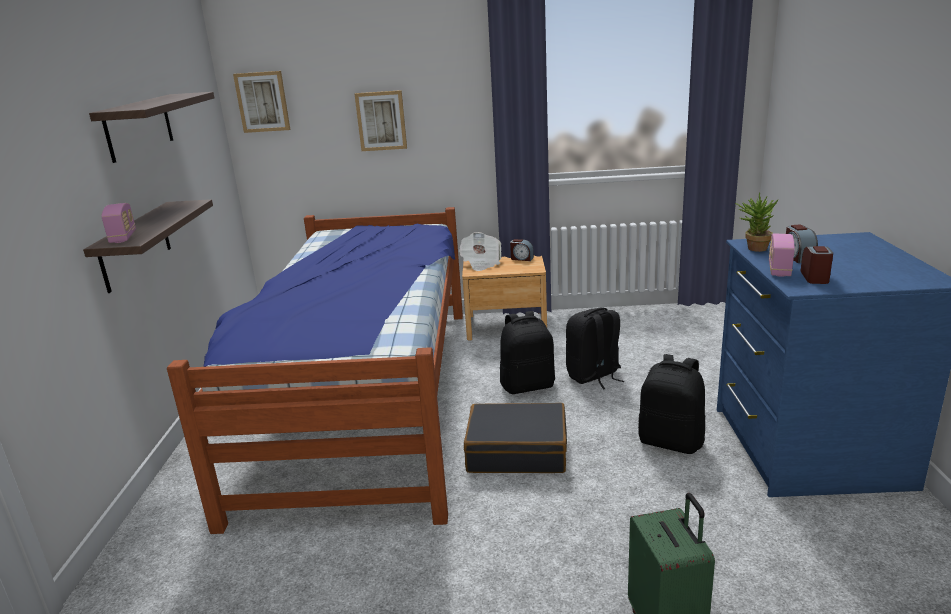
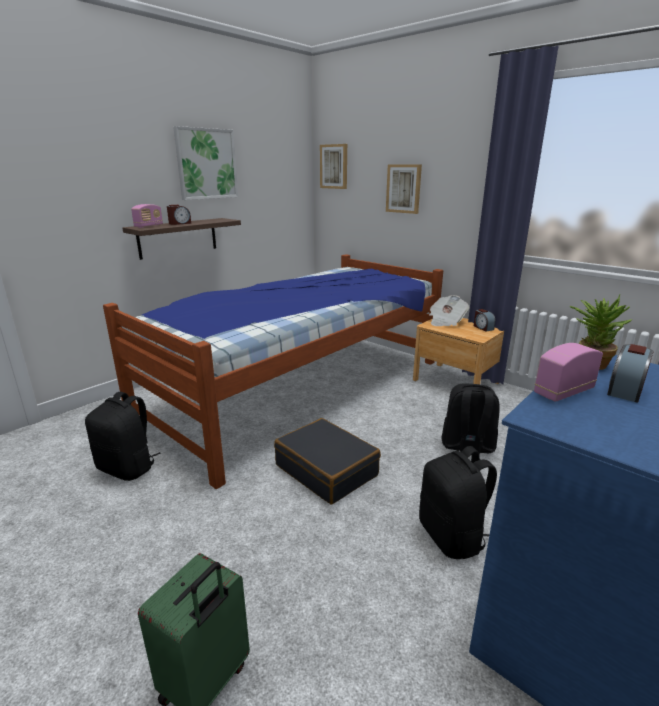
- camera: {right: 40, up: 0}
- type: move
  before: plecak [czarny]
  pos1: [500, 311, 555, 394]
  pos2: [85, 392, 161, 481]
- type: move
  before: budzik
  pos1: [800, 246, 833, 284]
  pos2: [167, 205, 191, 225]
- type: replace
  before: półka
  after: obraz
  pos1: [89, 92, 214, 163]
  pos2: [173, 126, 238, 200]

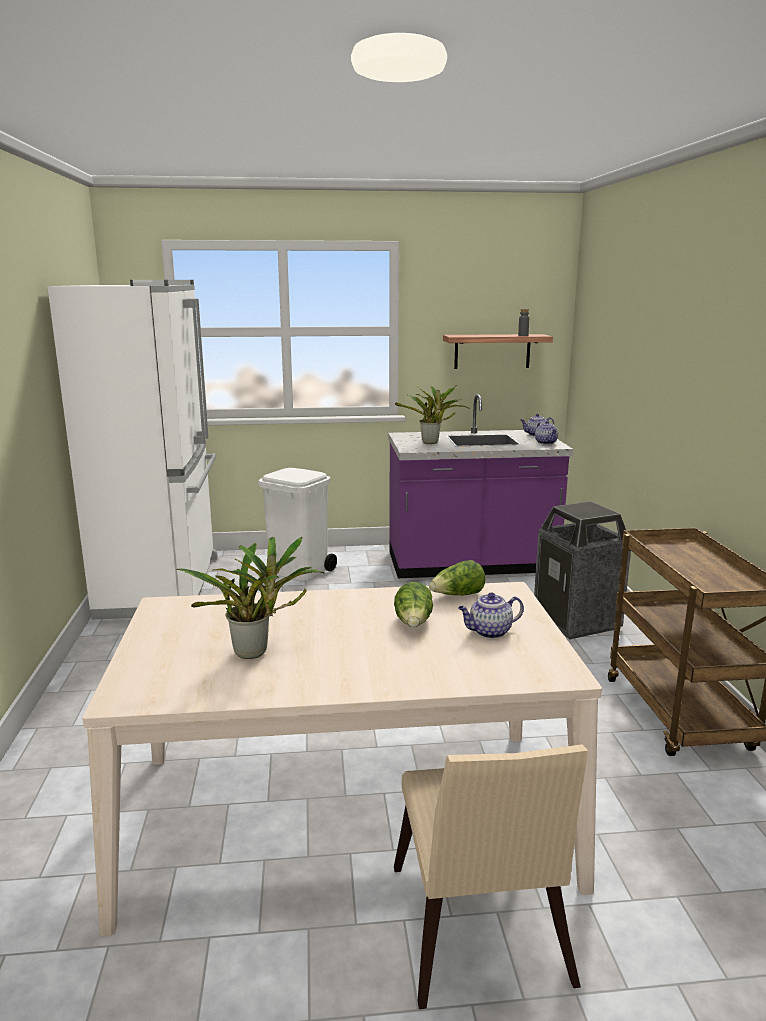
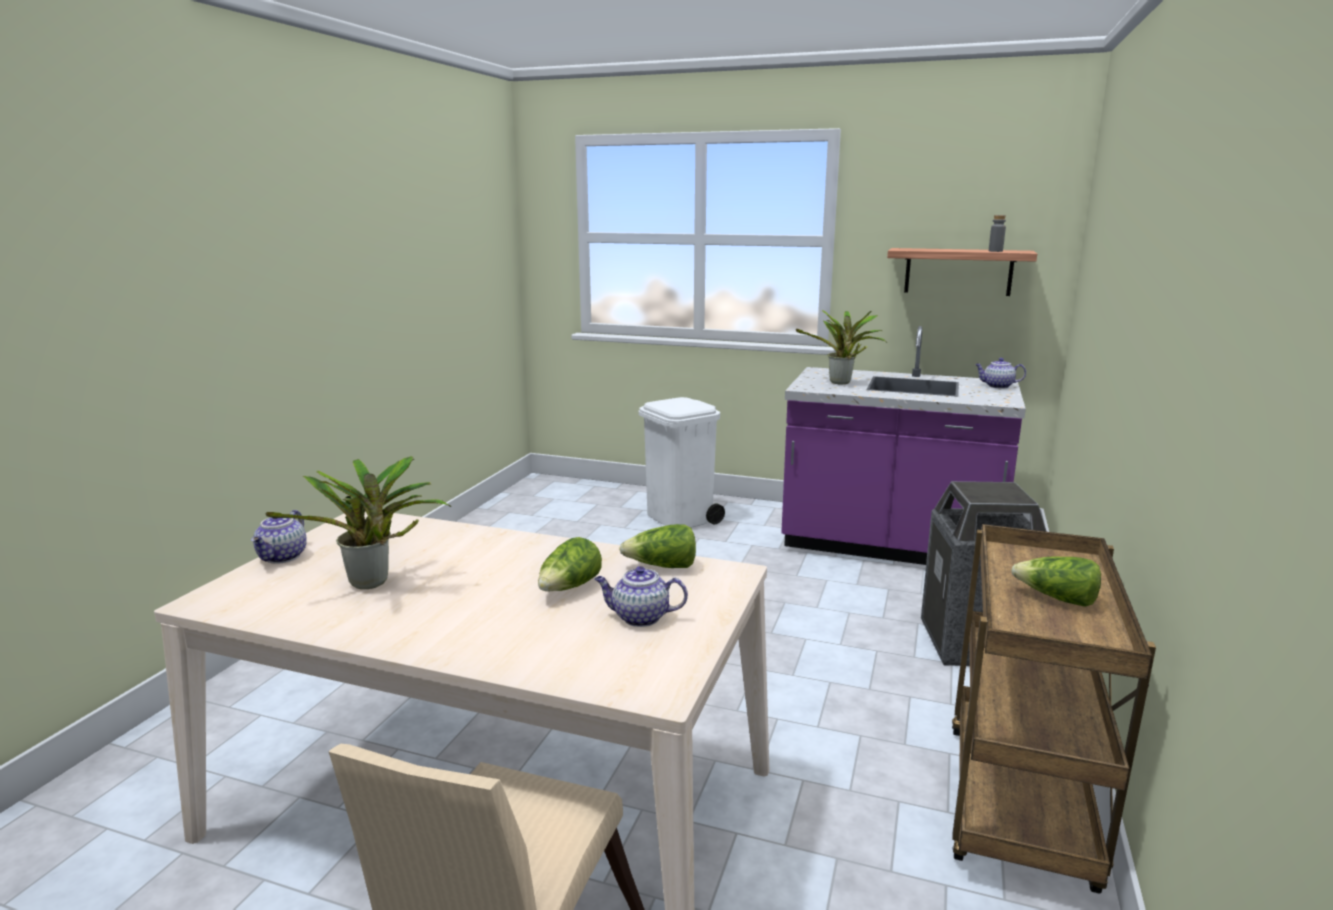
- camera: {right: 25, up: 0}
- type: move
  before: imbryk
  pos1: [535, 421, 558, 445]
  pos2: [251, 510, 307, 564]
- type: insert
  after: sałata
  pos2: [1011, 557, 1101, 607]
- type: delete
  before: lodówka [biały]
  pos1: [47, 280, 218, 620]

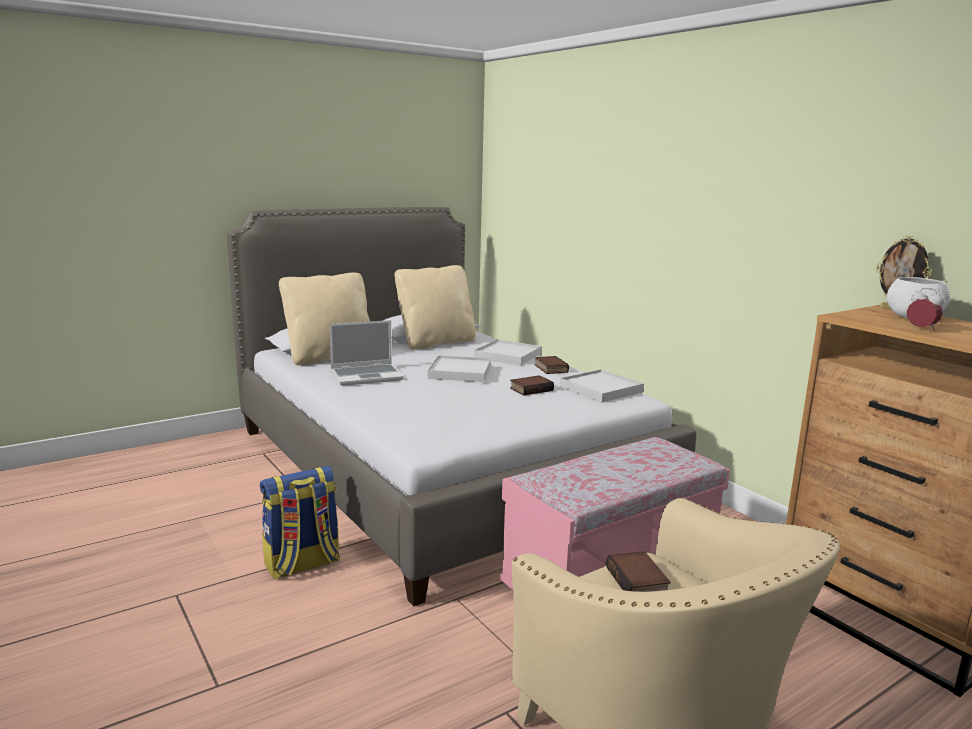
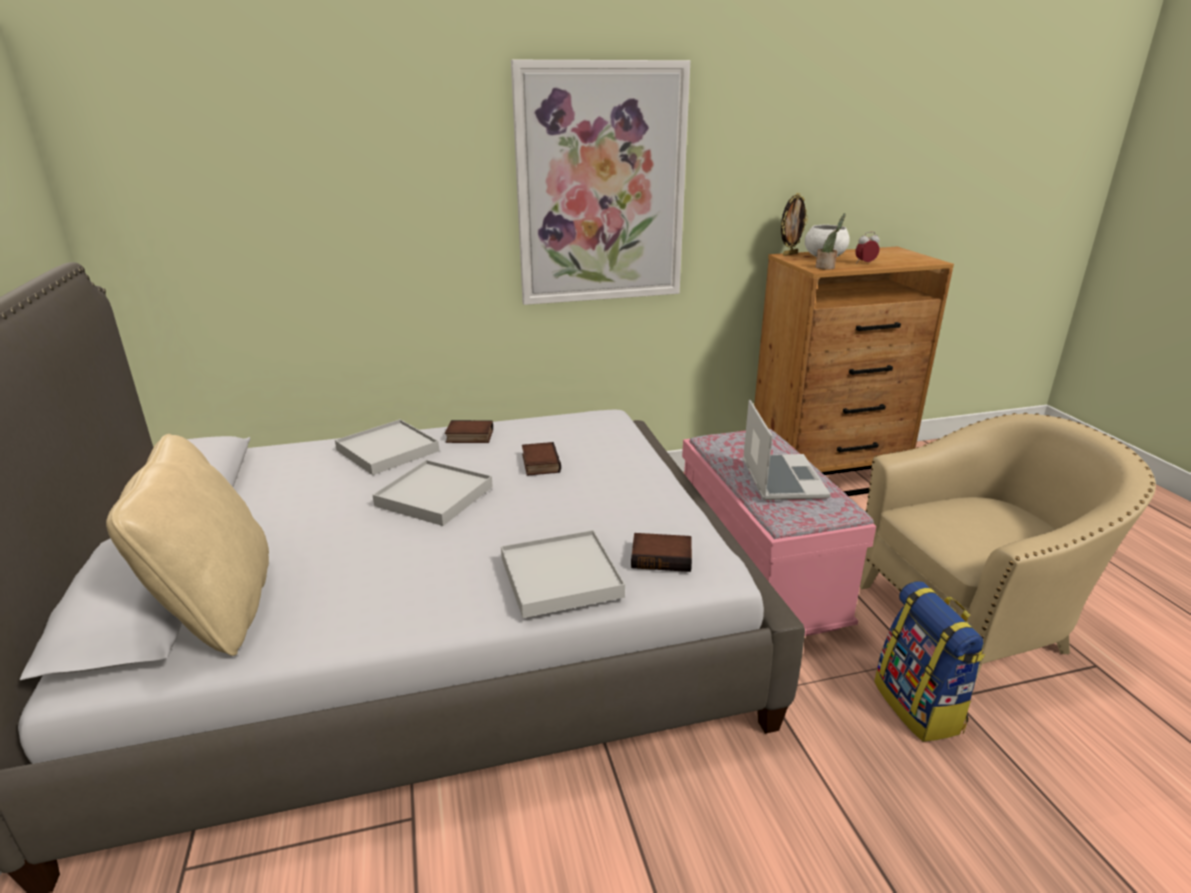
- camera: {right: -70, up: 10}
- type: move
  before: taca [biały]
  pos1: [560, 369, 644, 403]
  pos2: [501, 530, 625, 618]
- type: insert
  after: obraz
  pos2: [511, 60, 690, 305]
- type: move
  before: książka
  pos1: [606, 551, 671, 592]
  pos2: [631, 533, 692, 572]
- type: move
  before: laptop
  pos1: [329, 320, 404, 386]
  pos2: [743, 400, 831, 500]
- type: insert
  after: roślina doniczkowa
  pos2: [815, 213, 846, 270]
- type: move
  before: plecak
  pos1: [260, 466, 340, 580]
  pos2: [874, 581, 985, 742]
- type: delete
  before: poduszka [beżowy]
  pos1: [395, 265, 476, 350]

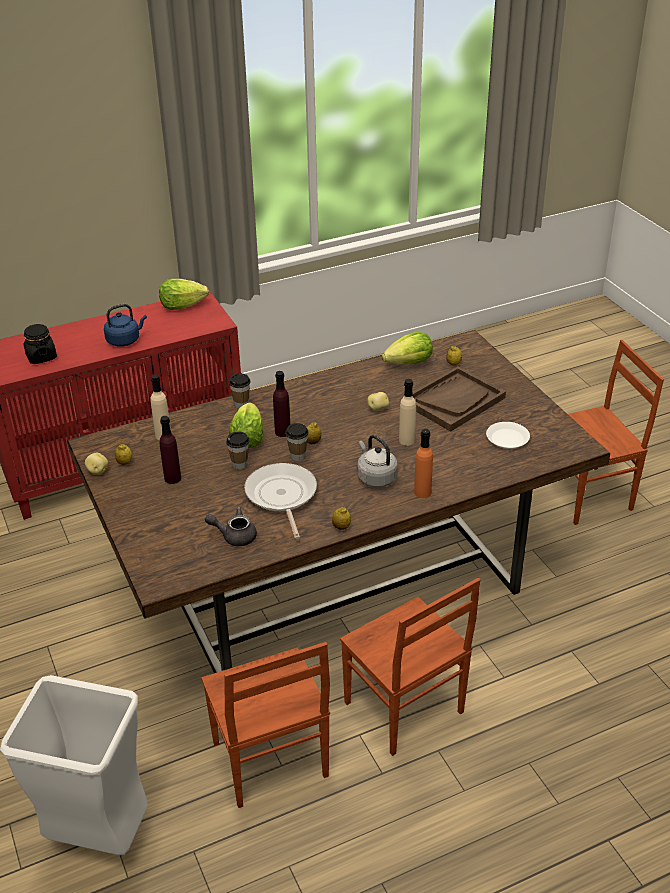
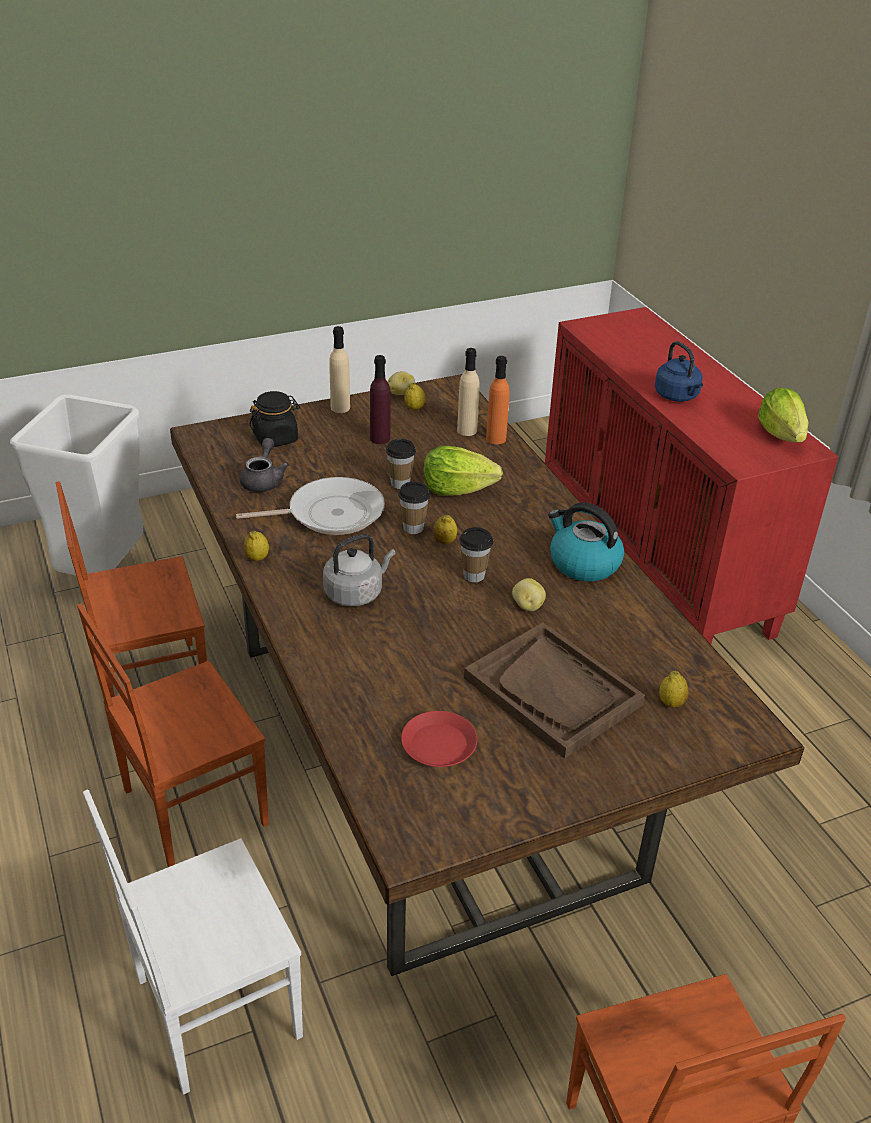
- camera: {right: 90, up: 0}
- type: insert
  after: krzesło [biały]
  pos2: [83, 789, 303, 1095]
- type: move
  before: słoik [czarny]
  pos1: [24, 324, 57, 364]
  pos2: [249, 391, 300, 447]
- type: move
  before: butelka [beżowy]
  pos1: [399, 379, 416, 446]
  pos2: [329, 326, 350, 413]
- type: recolor
  before: talerz [biały]
  after: talerz [czerwony]
  pos1: [486, 422, 530, 449]
  pos2: [401, 711, 477, 767]
- type: move
  before: filiżanka
  pos1: [229, 373, 251, 409]
  pos2: [459, 527, 493, 582]
- type: move
  before: butelka [pomarańczowy]
  pos1: [414, 429, 433, 498]
  pos2: [486, 356, 510, 444]
- type: insert
  after: czajnik
  pos2: [548, 502, 624, 582]
- type: delete
  before: butelka [fioletowy]
  pos1: [273, 371, 290, 437]
- type: delete
  before: sałata
  pos1: [382, 332, 433, 364]

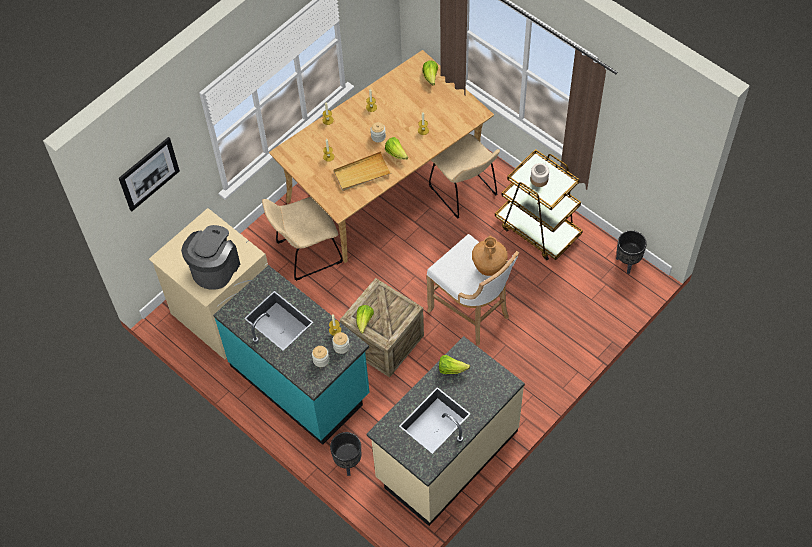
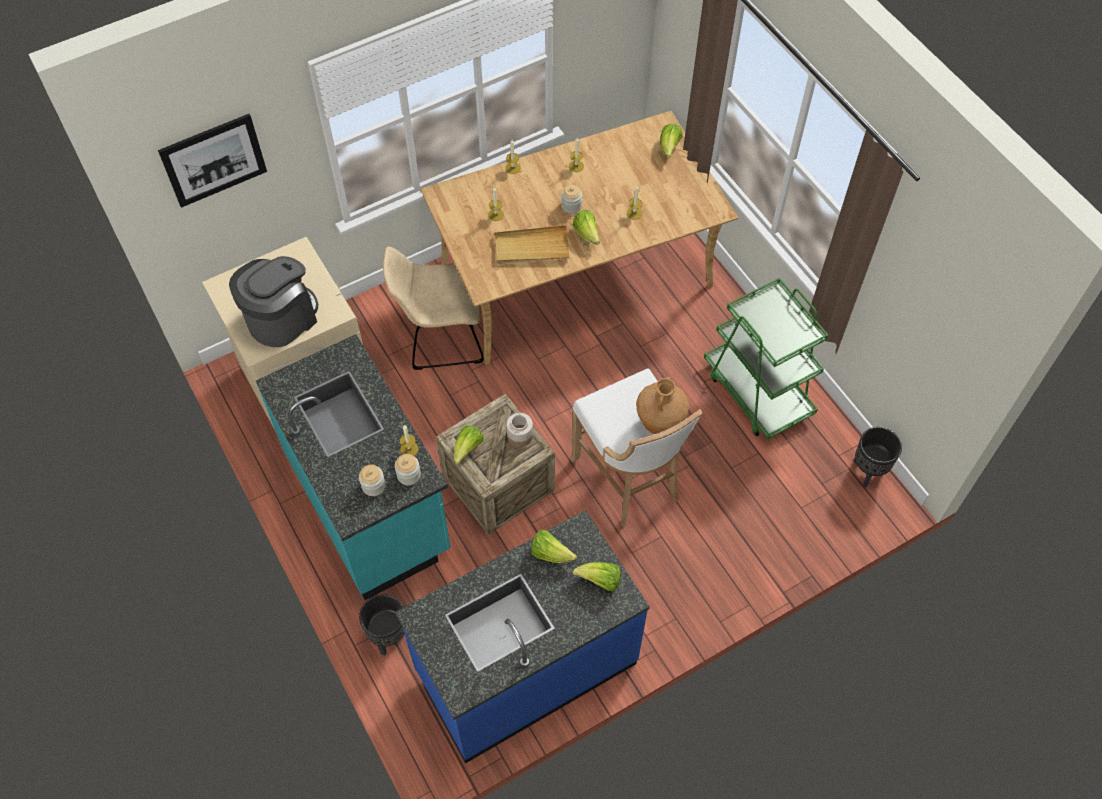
- camera: {right: 15, up: 0}
- type: recolor
  before: zabudowa kuchenna [beżowy]
  after: zabudowa kuchenna [niebieski]
  pos1: [367, 336, 525, 526]
  pos2: [395, 510, 650, 764]
- type: move
  before: słoik
  pos1: [531, 163, 549, 187]
  pos2: [506, 413, 533, 447]
- type: insert
  after: sałata
  pos2: [573, 562, 621, 591]
- type: recolor
  before: wózek [brązowy]
  after: wózek [zielony]
  pos1: [495, 149, 583, 260]
  pos2: [704, 277, 828, 439]
- type: delete
  before: krzesło [beżowy]
  pos1: [429, 134, 500, 219]

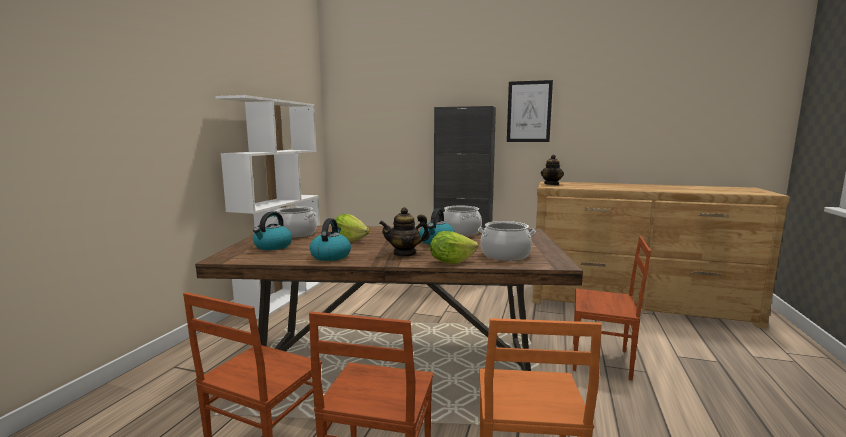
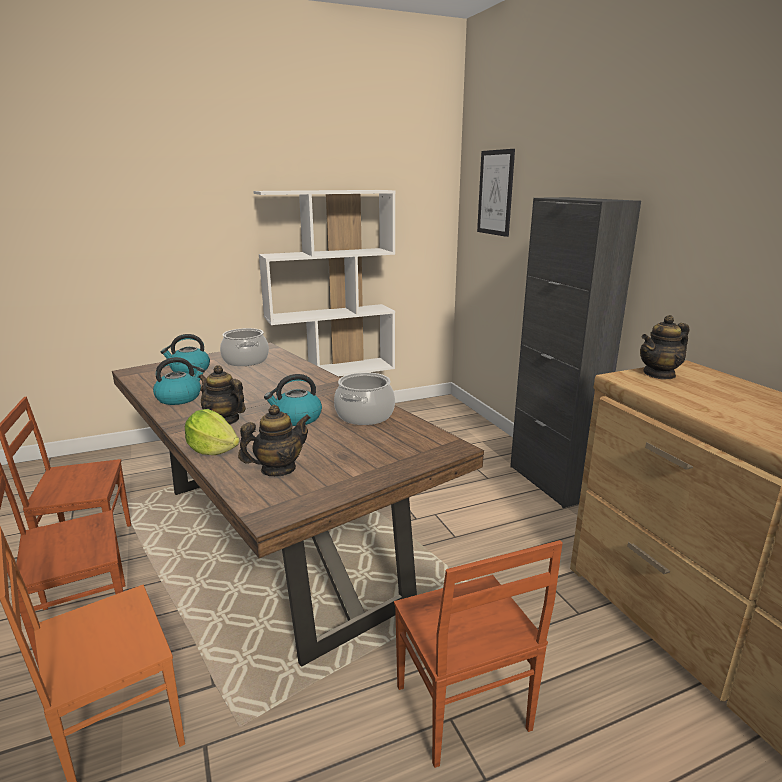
- camera: {right: 50, up: 10}
- type: replace
  before: garnek
  after: imbryk
  pos1: [478, 221, 536, 261]
  pos2: [238, 404, 311, 476]
- type: move
  before: obraz
  pos1: [507, 80, 553, 142]
  pos2: [477, 149, 515, 237]
- type: delete
  before: sałata
  pos1: [335, 214, 370, 242]

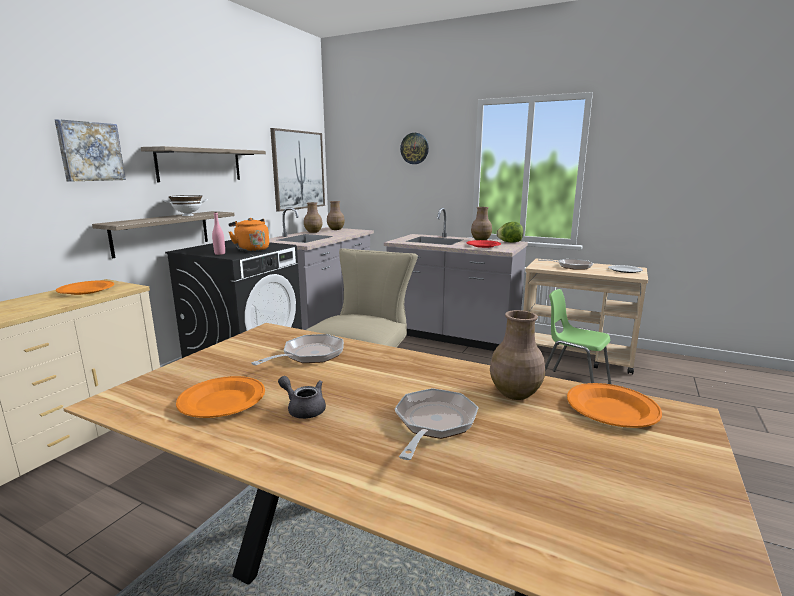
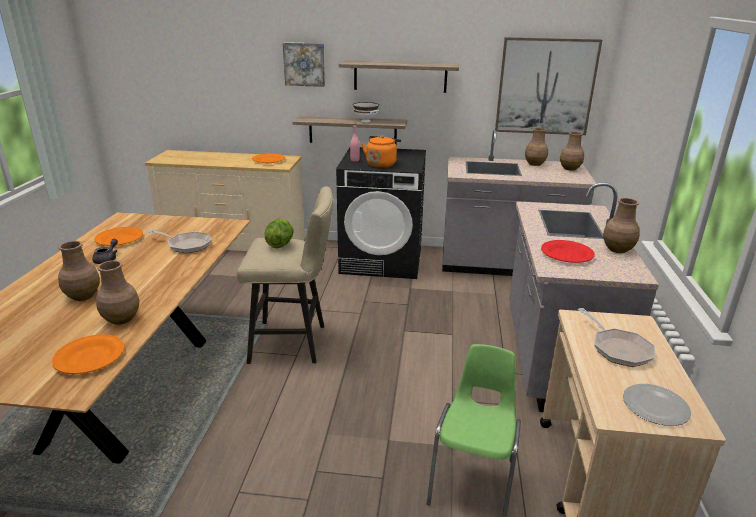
- camera: {right: 70, up: 10}
- type: replace
  before: patelnia
  after: wazon [brązowy]
  pos1: [395, 388, 479, 460]
  pos2: [58, 241, 100, 301]
- type: move
  before: sałata
  pos1: [496, 222, 523, 243]
  pos2: [265, 218, 294, 248]
- type: delete
  before: zegar ścienny
  pos1: [400, 133, 429, 164]

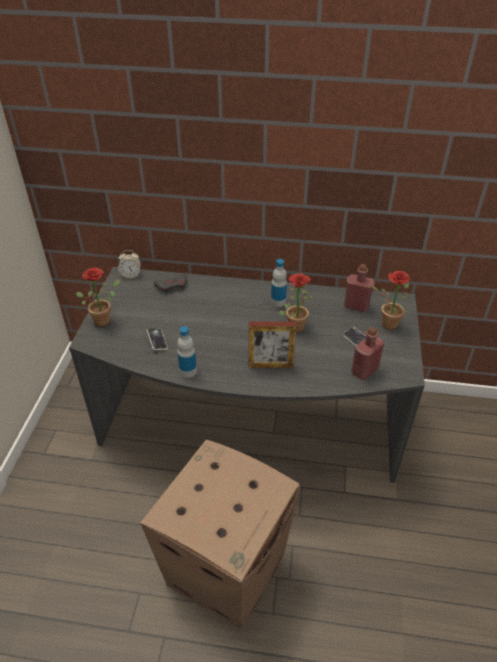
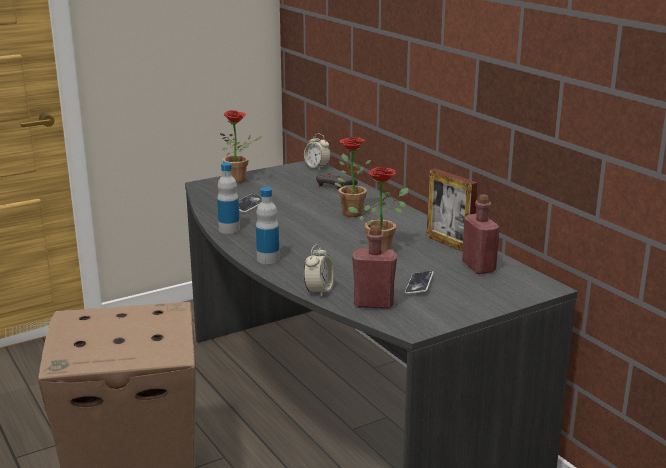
- camera: {right: 50, up: -20}
- type: move
  before: butelka
  pos1: [271, 259, 287, 307]
  pos2: [256, 187, 280, 264]
- type: insert
  after: budzik
  pos2: [304, 244, 334, 297]
- type: move
  before: roślina doniczkowa
  pos1: [371, 271, 409, 330]
  pos2: [335, 137, 371, 217]
- type: move
  before: ramka na zdjęcie
  pos1: [249, 322, 296, 368]
  pos2: [427, 168, 478, 252]

